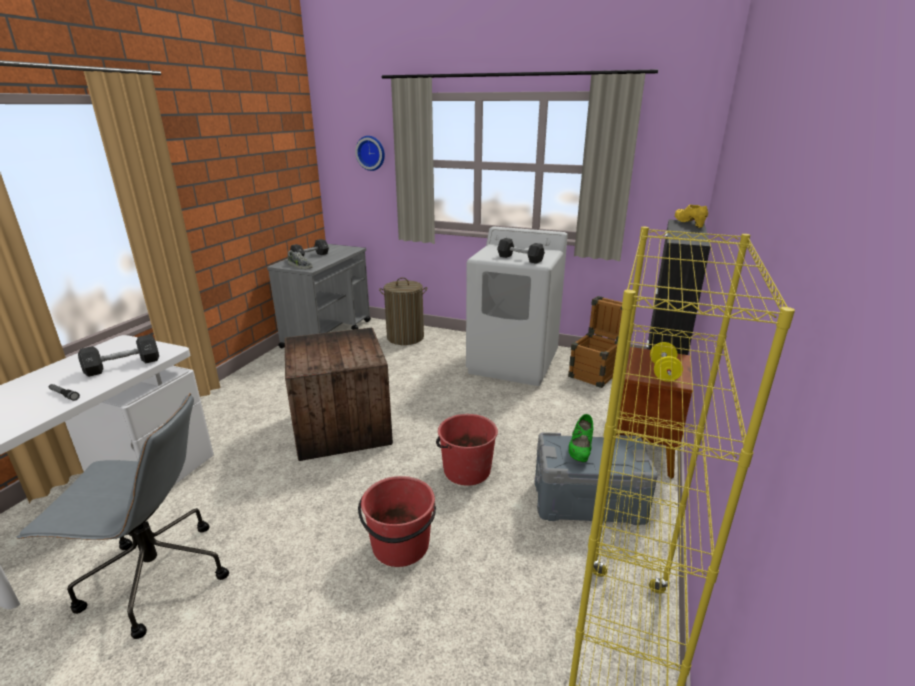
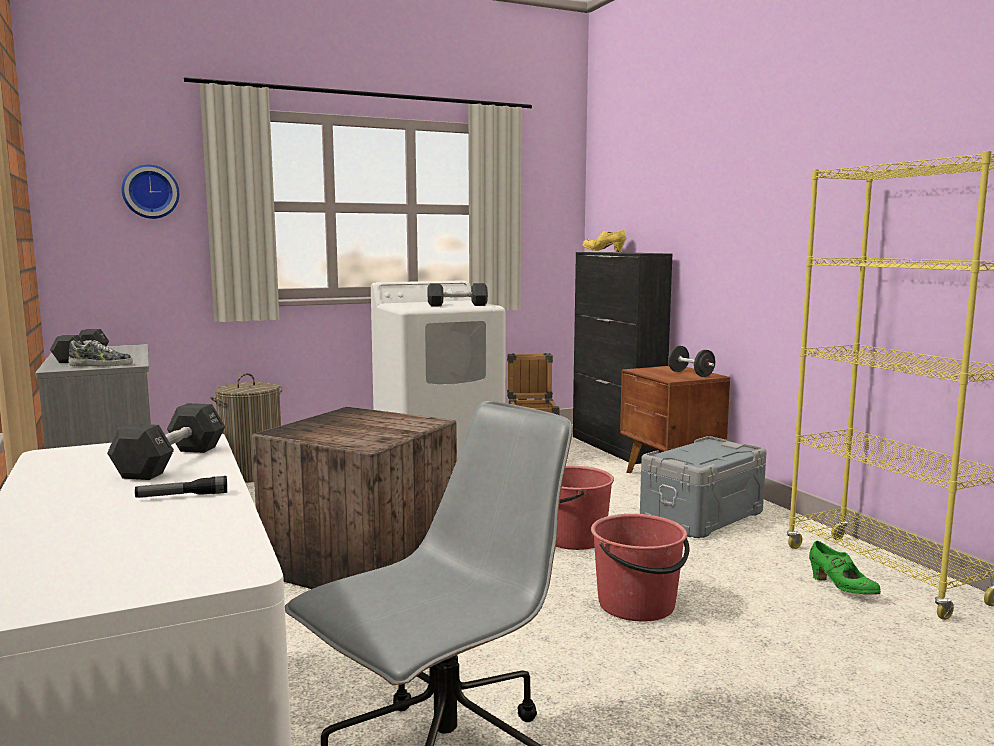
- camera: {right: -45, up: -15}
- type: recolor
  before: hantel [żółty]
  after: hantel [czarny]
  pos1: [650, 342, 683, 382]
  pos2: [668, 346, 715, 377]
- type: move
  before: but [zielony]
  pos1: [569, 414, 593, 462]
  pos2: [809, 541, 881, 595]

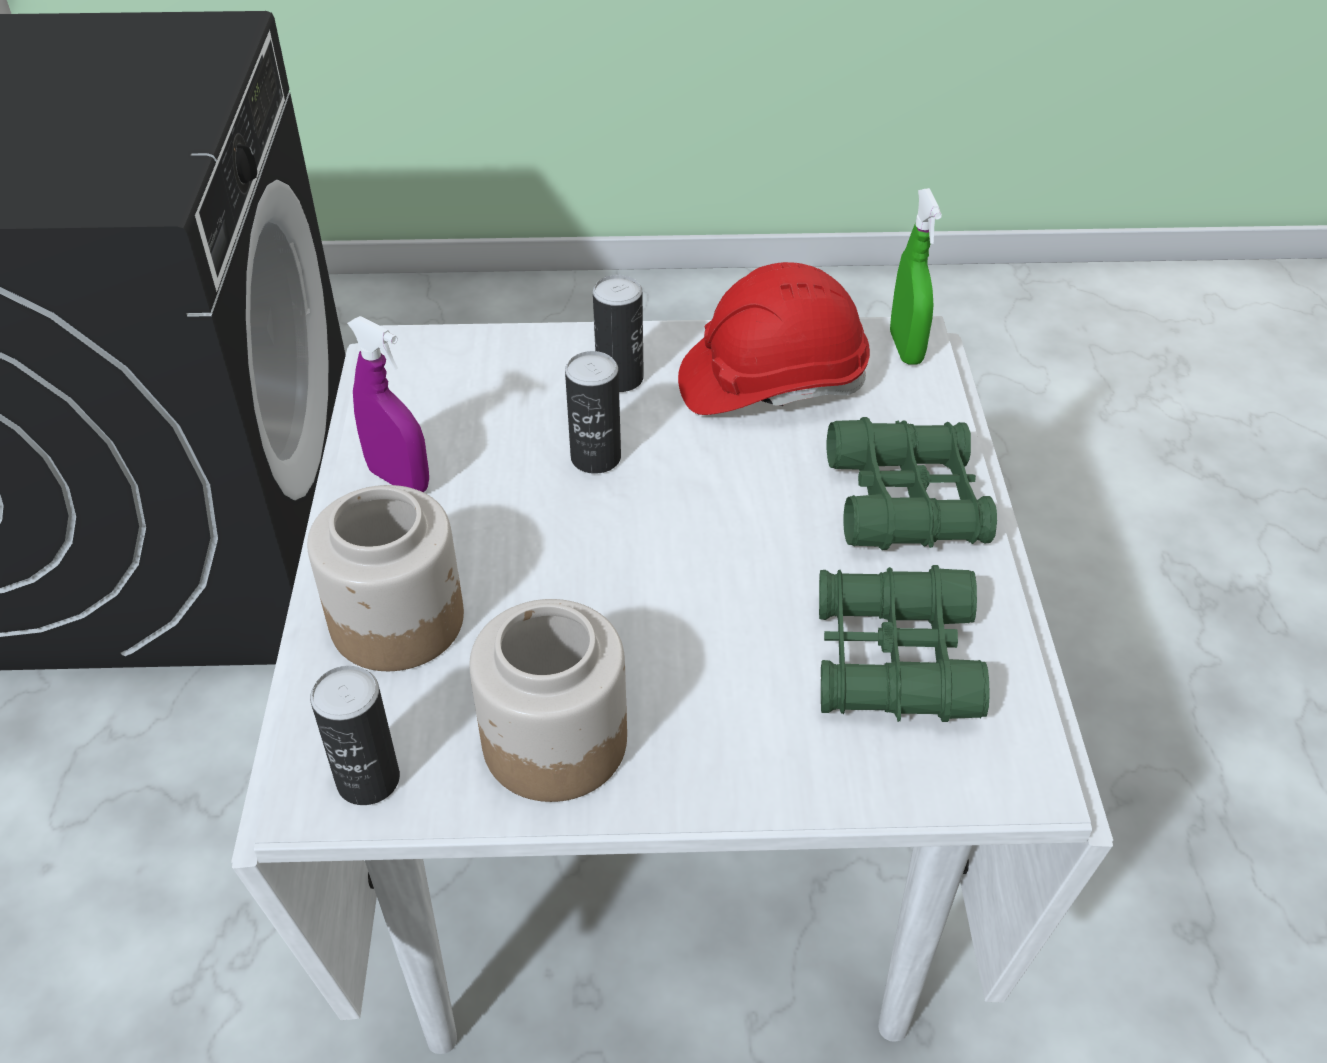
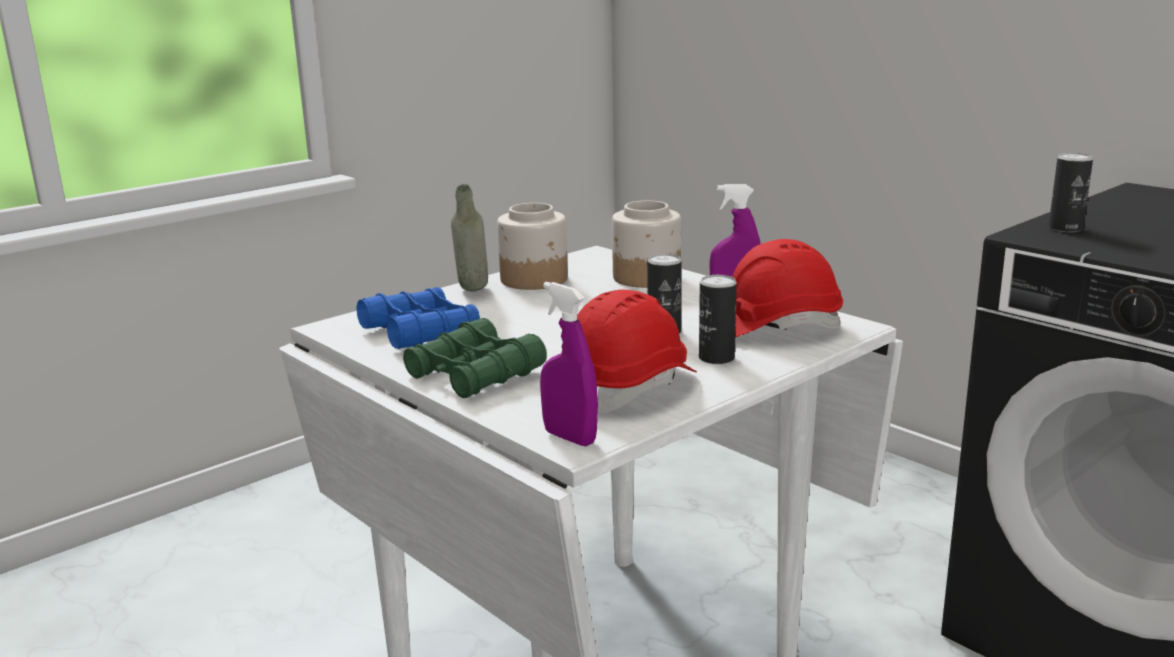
- camera: {right: 140, up: -25}
- type: recolor
  before: lornetka [zielony]
  after: lornetka [niebieski]
  pos1: [819, 565, 990, 722]
  pos2: [356, 287, 480, 349]
- type: insert
  after: butelka [szary]
  pos2: [451, 184, 488, 292]
- type: recolor
  before: spryskiwacz [zielony]
  after: spryskiwacz [fioletowy]
  pos1: [890, 188, 942, 365]
  pos2: [540, 282, 598, 446]
- type: insert
  after: kask [czerwony]
  pos2: [732, 239, 843, 337]
- type: move
  before: puszka
  pos1: [310, 665, 400, 805]
  pos2: [1049, 153, 1093, 232]

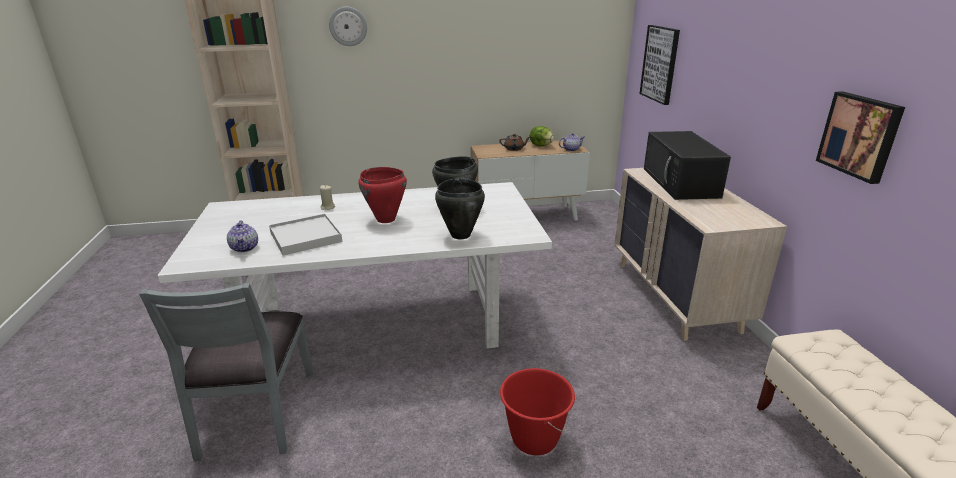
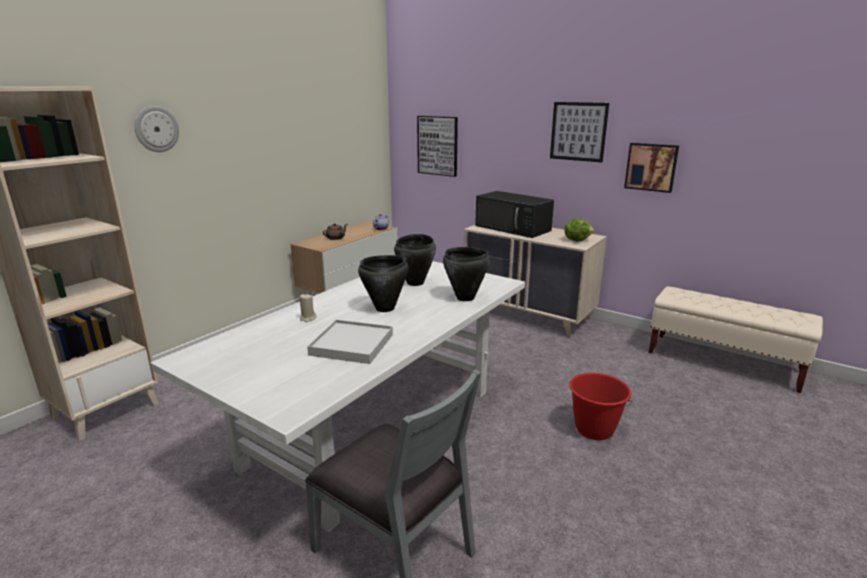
- camera: {right: -45, up: -5}
- type: recolor
  before: garnek [czerwony]
  after: garnek [czarny]
  pos1: [359, 167, 407, 223]
  pos2: [358, 255, 409, 312]
- type: insert
  after: obraz
  pos2: [550, 102, 609, 163]
- type: move
  before: sałata
  pos1: [530, 126, 554, 146]
  pos2: [565, 219, 594, 241]
- type: delete
  before: imbryk
  pos1: [227, 220, 258, 252]

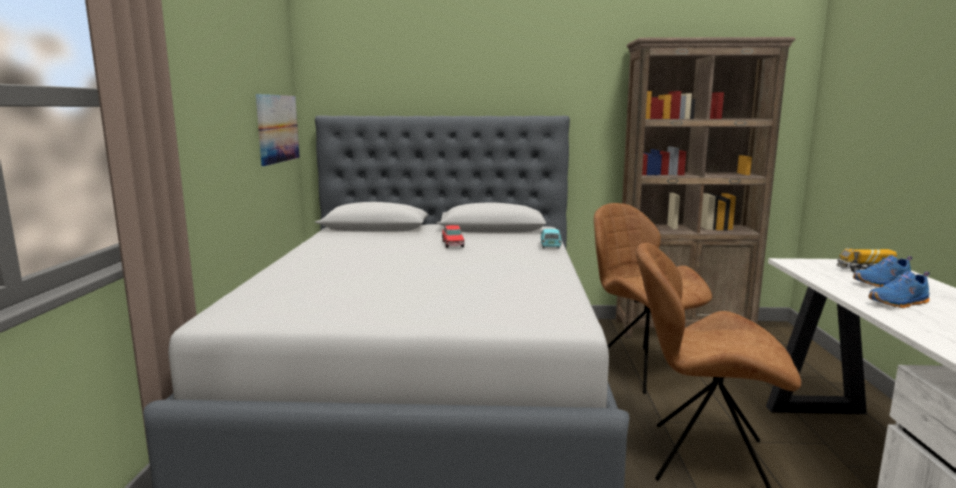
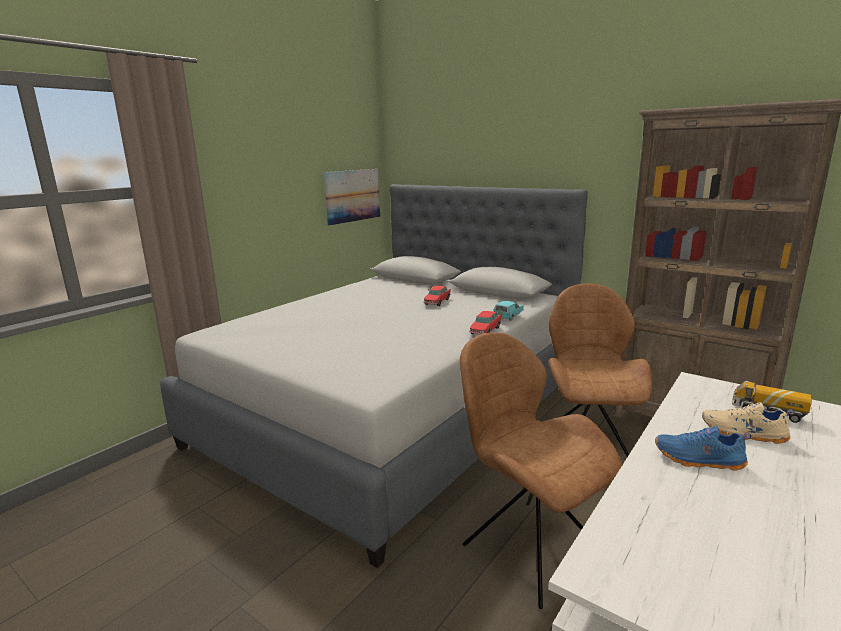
- camera: {right: 35, up: 5}
- type: insert
  after: samochodzik
  pos2: [469, 311, 501, 335]
- type: recolor
  before: but [niebieski]
  after: but [beżowy]
  pos1: [853, 255, 912, 287]
  pos2: [702, 402, 795, 444]

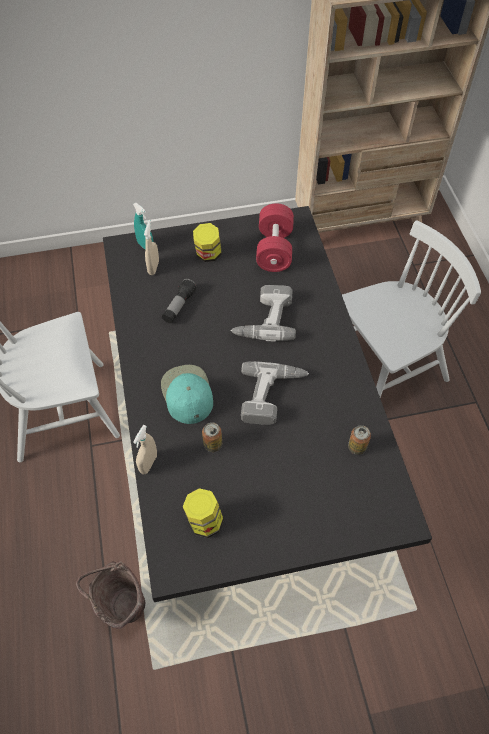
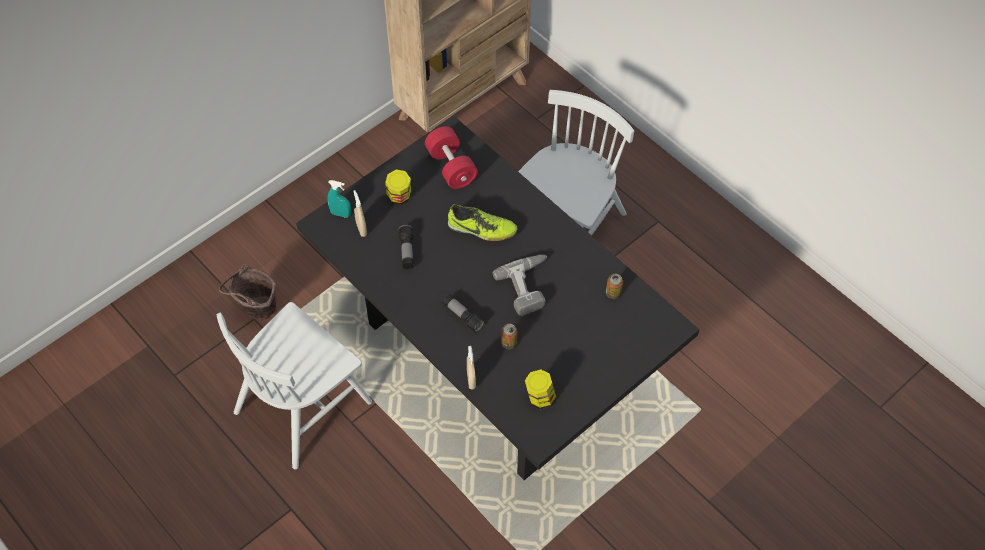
- camera: {right: -30, up: 0}
- type: move
  before: wiadro [brązowy]
  pos1: [76, 561, 145, 629]
  pos2: [219, 264, 276, 320]
- type: replace
  before: czapka z daszkiem [turkusowy]
  after: latarka
  pos1: [161, 365, 213, 424]
  pos2: [443, 294, 485, 333]
- type: replace
  before: wiertarka
  after: but
  pos1: [230, 285, 296, 342]
  pos2: [448, 204, 517, 241]

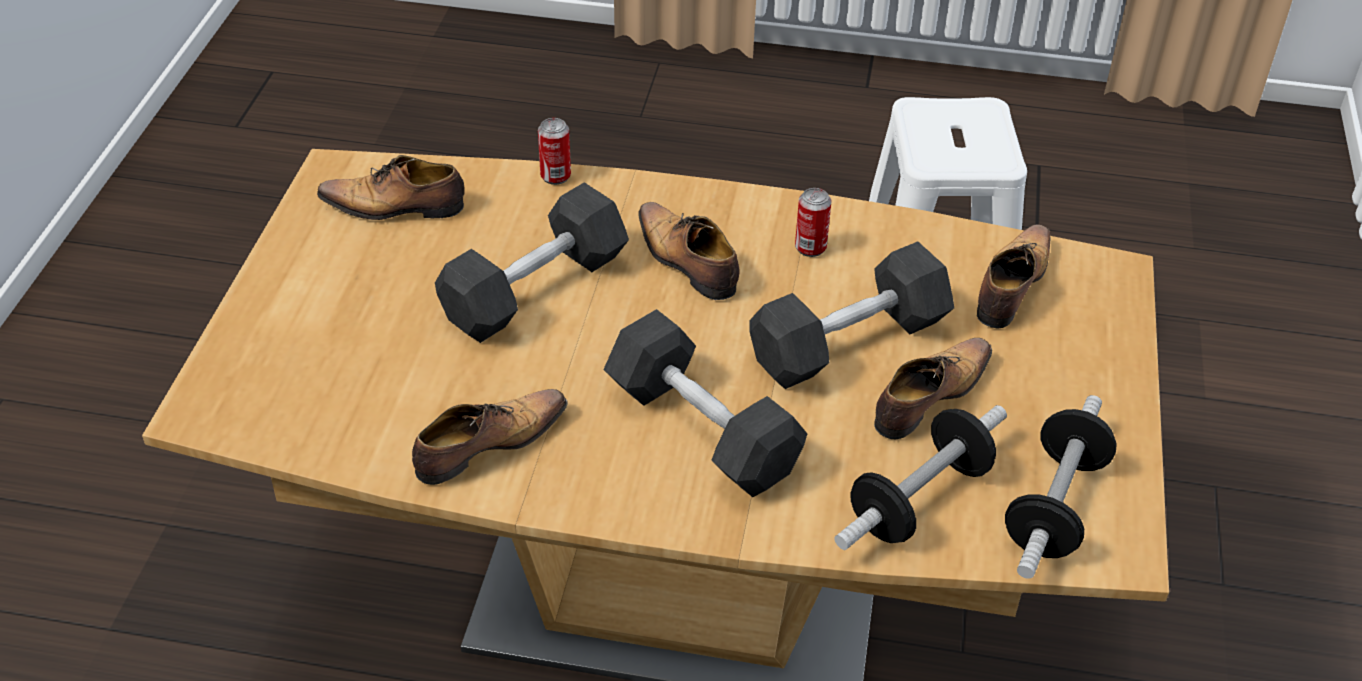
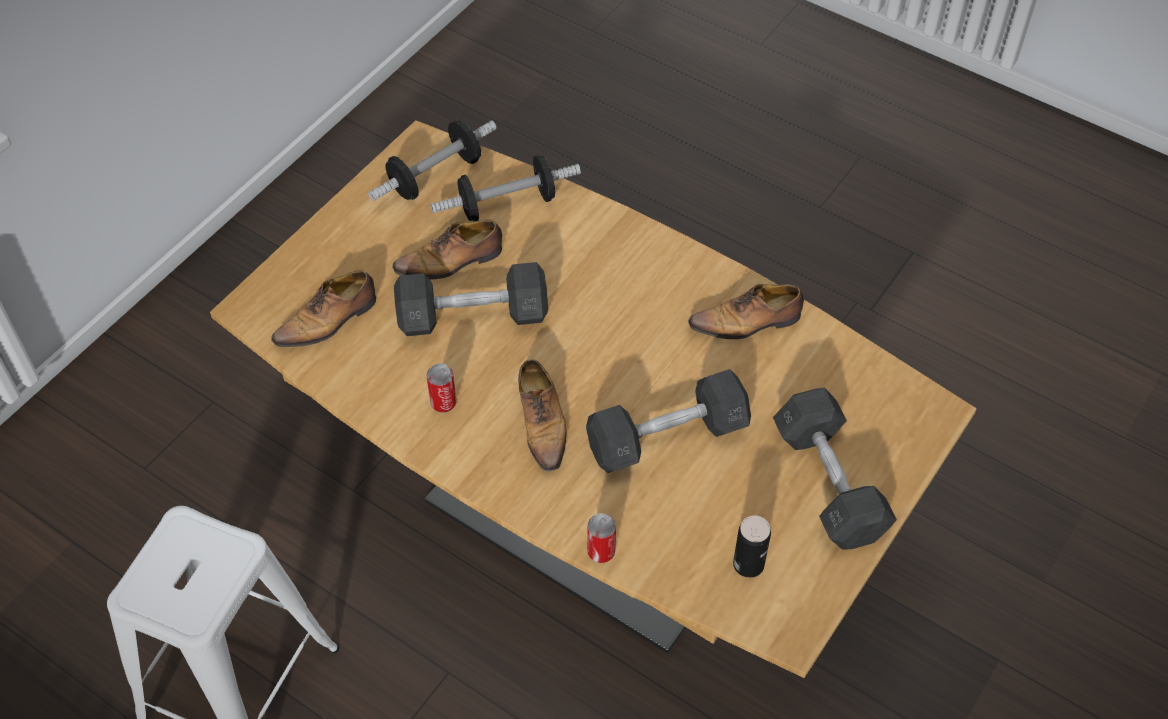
- camera: {right: -155, up: 10}
- type: replace
  before: but
  after: puszka
  pos1: [317, 155, 464, 220]
  pos2: [733, 515, 771, 578]
- type: move
  before: hantel [szary]
  pos1: [603, 309, 807, 497]
  pos2: [773, 388, 897, 549]

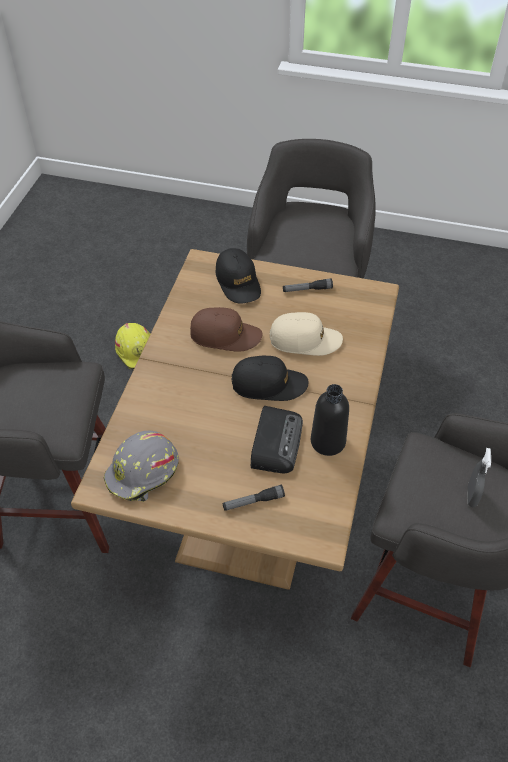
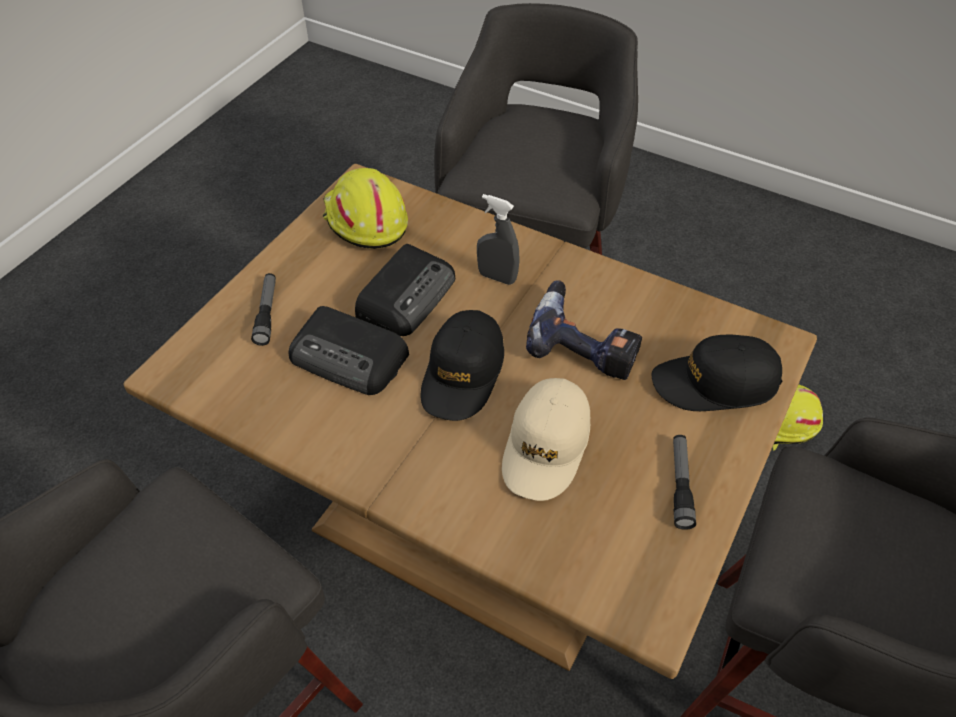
- camera: {right: 105, up: 0}
- type: recolor
  before: kask [szary]
  after: kask [żółty]
  pos1: [104, 431, 179, 502]
  pos2: [323, 168, 408, 249]
- type: insert
  after: radio
  pos2: [355, 244, 455, 336]
- type: move
  before: spryskiwacz [szary]
  pos1: [468, 448, 491, 507]
  pos2: [477, 194, 520, 285]
- type: replace
  before: czapka z daszkiem [brązowy]
  after: wiertarka
  pos1: [190, 307, 262, 352]
  pos2: [526, 280, 642, 380]
- type: delete
  before: butelka [czarny]
  pos1: [311, 384, 349, 456]

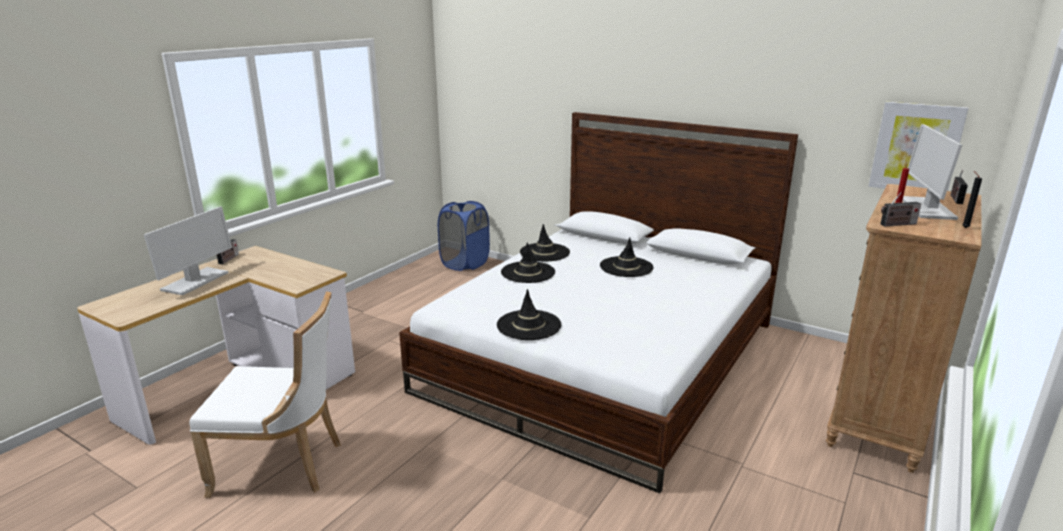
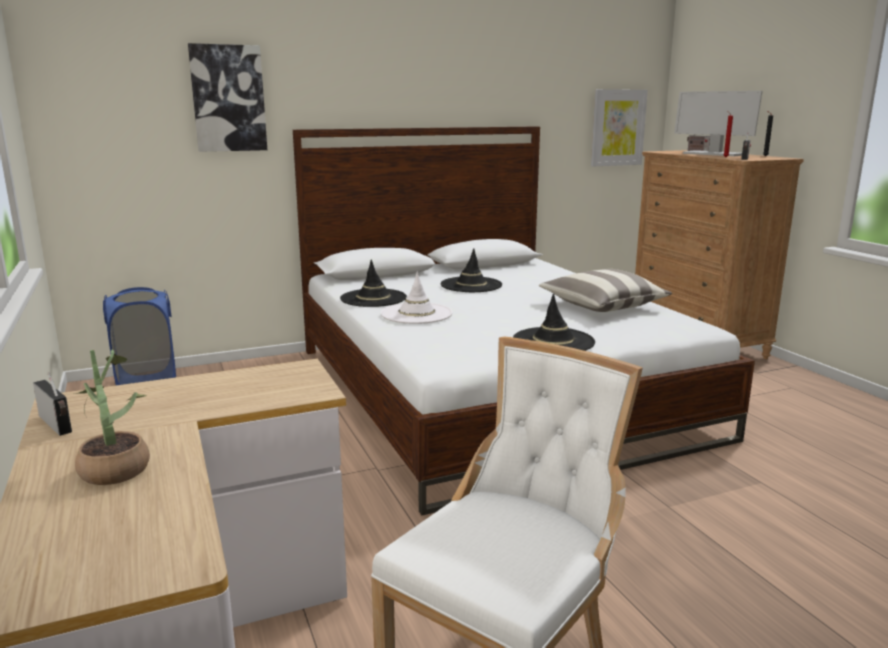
- camera: {right: -55, up: -5}
- type: replace
  before: monitor
  after: roślina doniczkowa
  pos1: [144, 206, 232, 295]
  pos2: [75, 350, 150, 485]
- type: insert
  after: obraz
  pos2: [188, 43, 267, 152]
- type: recolor
  before: kapelusz [czarny]
  after: kapelusz [biały]
  pos1: [501, 242, 555, 283]
  pos2: [381, 272, 453, 324]
- type: insert
  after: poduszka
  pos2: [539, 269, 672, 312]

